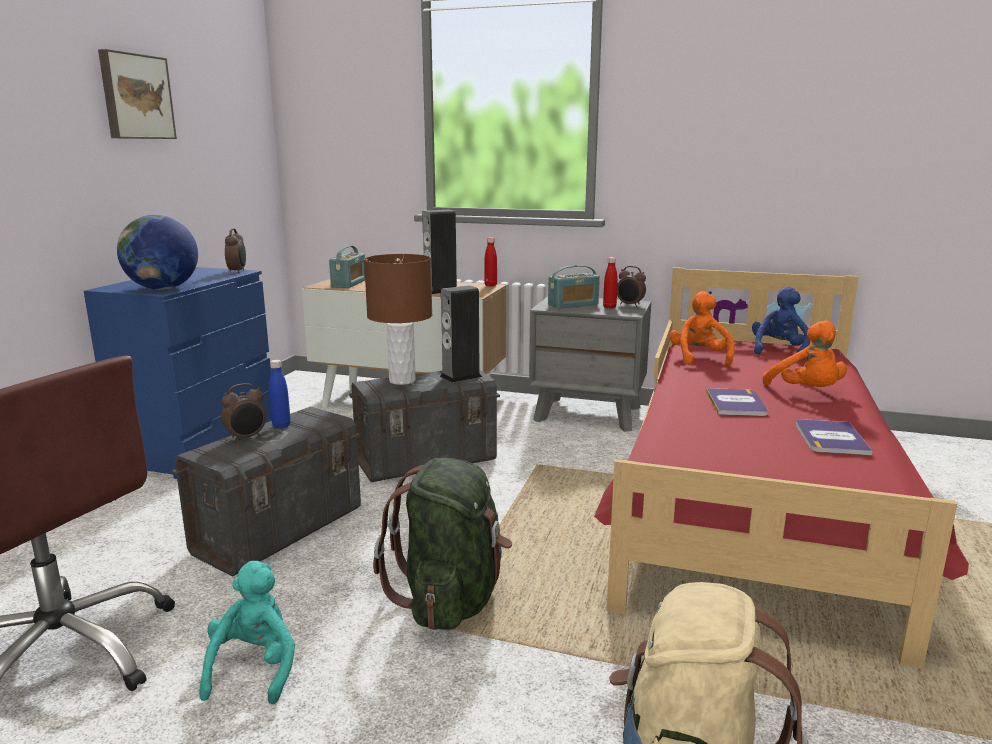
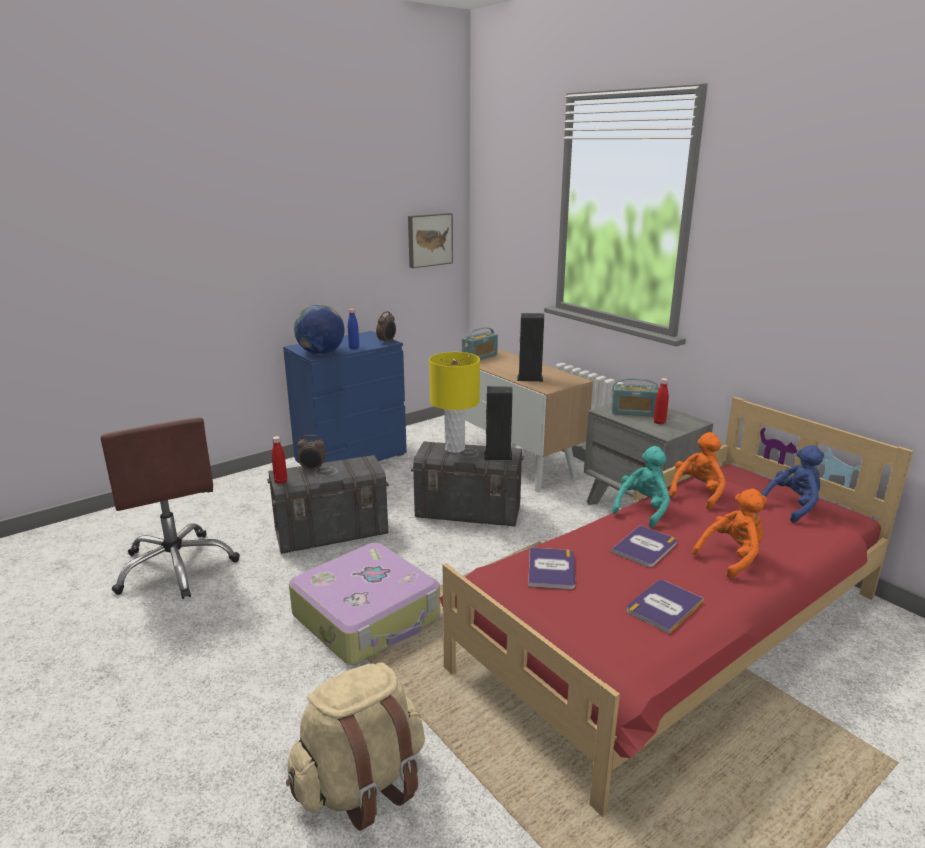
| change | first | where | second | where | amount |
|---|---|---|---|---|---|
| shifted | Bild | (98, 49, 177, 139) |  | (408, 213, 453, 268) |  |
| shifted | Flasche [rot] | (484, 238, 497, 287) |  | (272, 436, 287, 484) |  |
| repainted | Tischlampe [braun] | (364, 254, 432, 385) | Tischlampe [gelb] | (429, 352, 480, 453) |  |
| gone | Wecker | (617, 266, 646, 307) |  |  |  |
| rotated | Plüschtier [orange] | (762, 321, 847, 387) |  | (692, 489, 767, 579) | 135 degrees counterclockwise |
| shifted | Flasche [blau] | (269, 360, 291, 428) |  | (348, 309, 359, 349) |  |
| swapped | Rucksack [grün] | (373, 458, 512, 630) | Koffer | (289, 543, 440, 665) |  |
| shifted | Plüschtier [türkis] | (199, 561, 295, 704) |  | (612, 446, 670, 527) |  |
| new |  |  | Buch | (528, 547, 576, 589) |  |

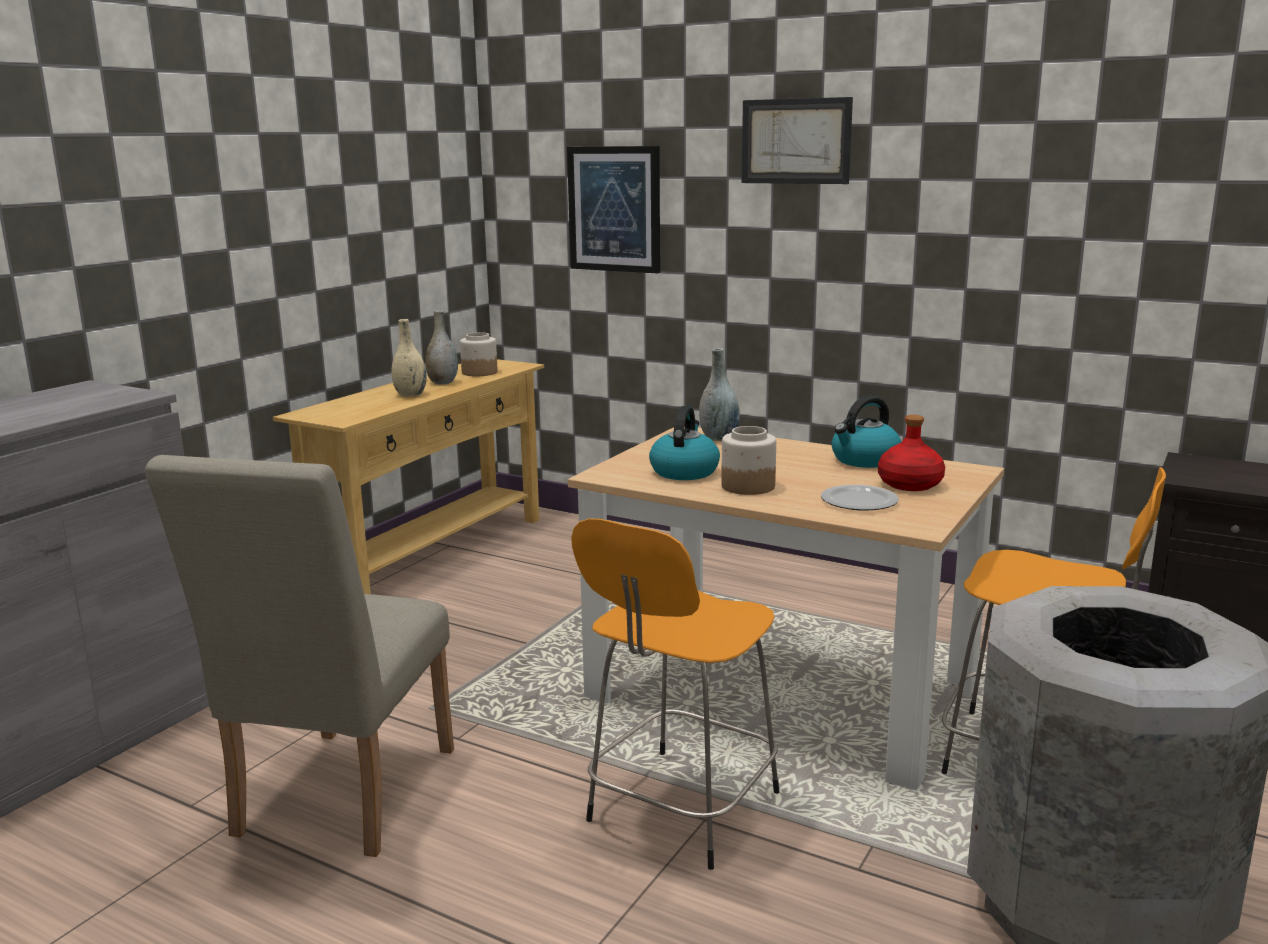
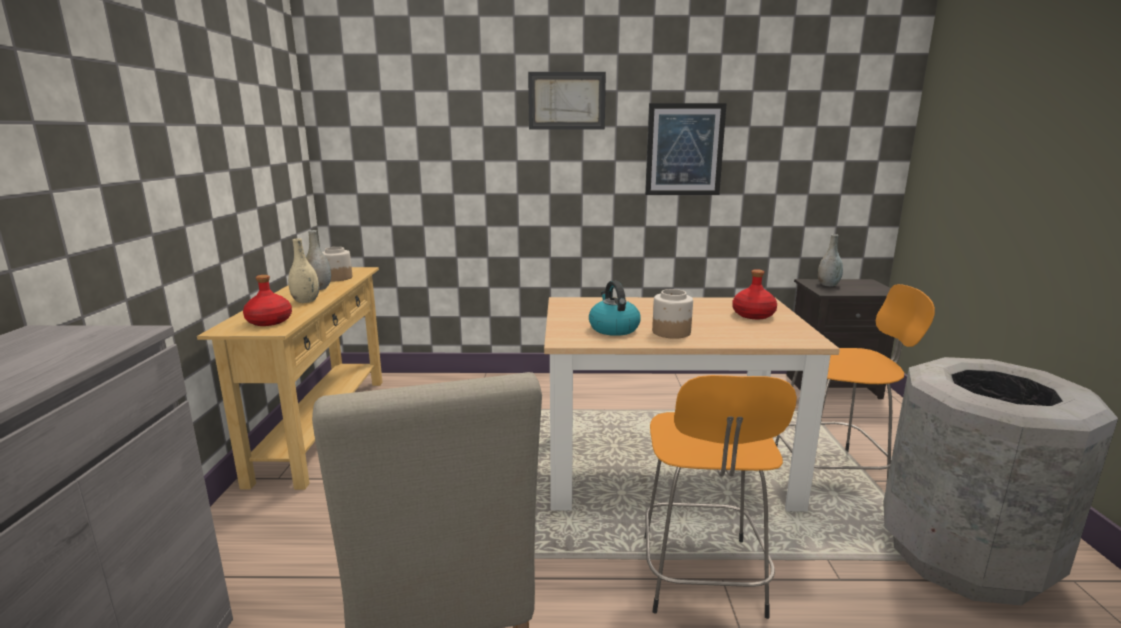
| change | first | where | second | where | amount |
|---|---|---|---|---|---|
| shifted | Bild | (567, 146, 660, 273) |  | (645, 103, 727, 195) |  |
| shifted | Vase [grau] | (699, 348, 740, 441) |  | (818, 234, 843, 286) |  |
| gone | Wasserkessel | (831, 396, 901, 468) |  |  |  |
| gone | Teller | (821, 485, 899, 511) |  |  |  |
| new |  |  | Flasche [rot] | (243, 275, 292, 326) |  |

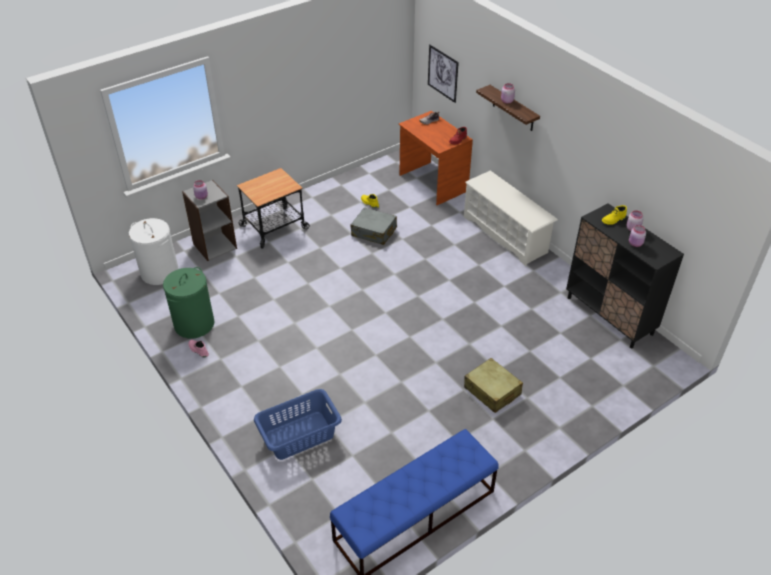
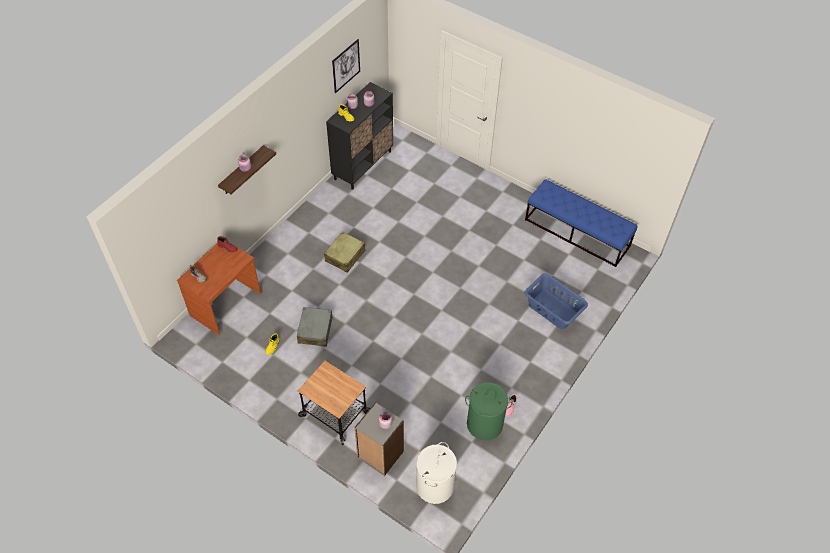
| change | first | where | second | where | amount |
|---|---|---|---|---|---|
| shifted | Bild | (428, 45, 459, 103) |  | (332, 39, 360, 93) |  |
| gone | Schuhregal [weiß] | (464, 171, 558, 266) |  |  |  |
| shifted | Koffer [beige] | (464, 358, 523, 413) |  | (324, 232, 365, 273) |  |

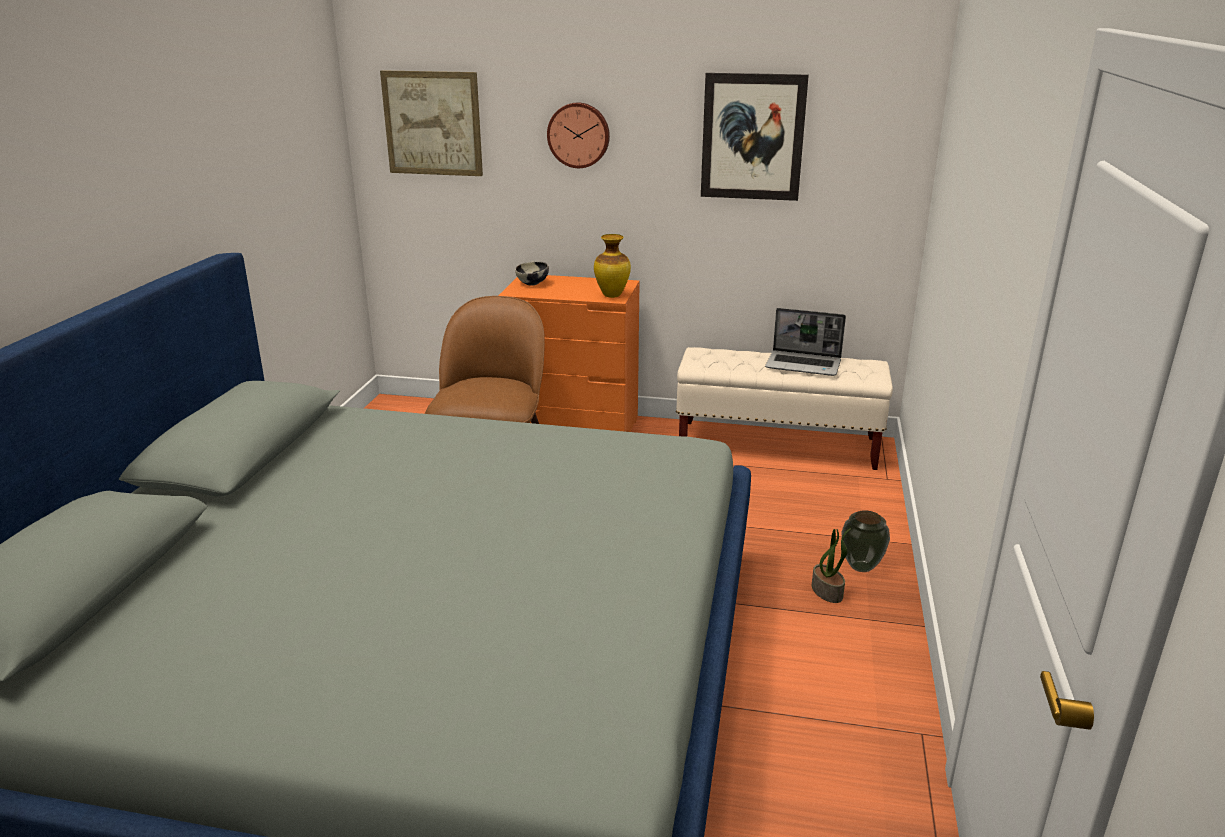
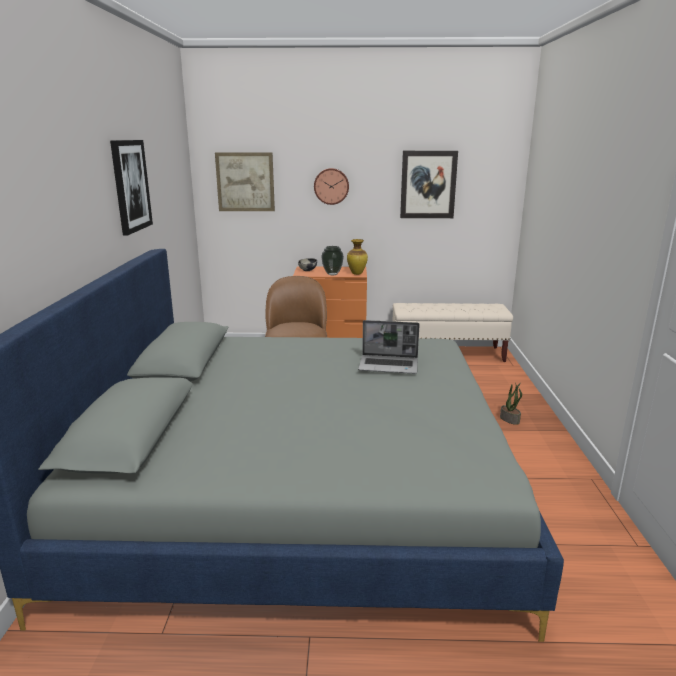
| change | first | where | second | where | amount |
|---|---|---|---|---|---|
| shifted | Laptop | (765, 308, 846, 376) |  | (358, 320, 420, 374) |  |
| shifted | Vase | (841, 510, 890, 572) |  | (321, 246, 344, 275) |  |
| new |  |  | Bild | (110, 140, 153, 235) |  |

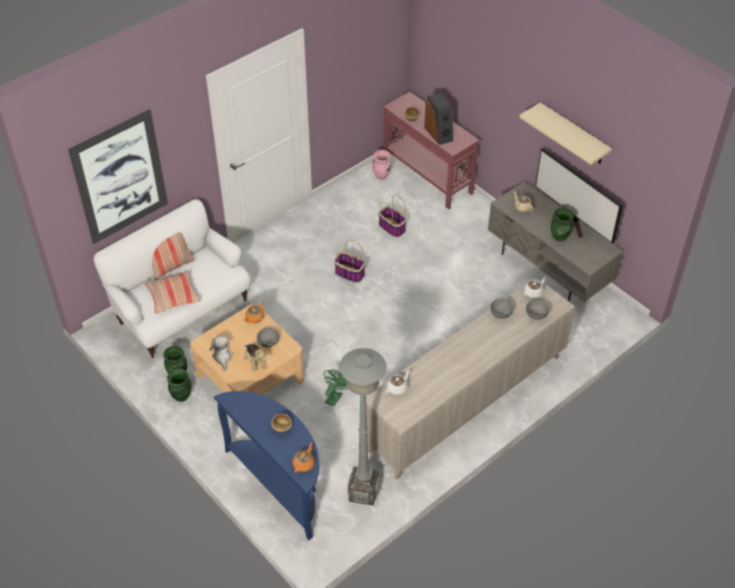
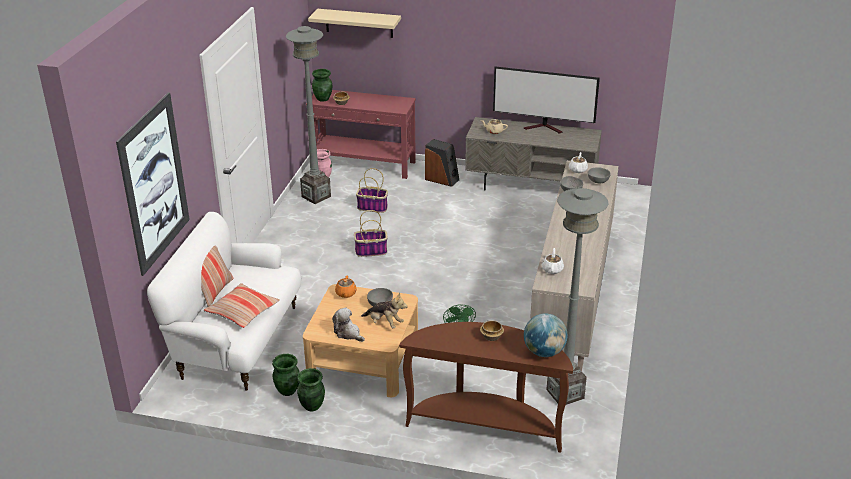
| change | first | where | second | where | amount |
|---|---|---|---|---|---|
| shifted | Lautsprecher | (424, 92, 453, 145) |  | (425, 139, 459, 187) |  |
| shifted | Wandregal [beige] | (520, 102, 612, 165) |  | (308, 9, 401, 38) |  |
| shifted | Vase [grün] | (551, 208, 574, 241) |  | (312, 69, 332, 102) |  |
| repainted | Konsolentisch [blau] | (214, 391, 319, 540) | Konsolentisch [braun] | (399, 322, 573, 453) |  |
| swapped | Teekanne [orange] | (292, 443, 315, 473) | Globus | (524, 314, 567, 357) |  |
| new |  |  | Stehlampe [grau] | (286, 26, 331, 204) |  |

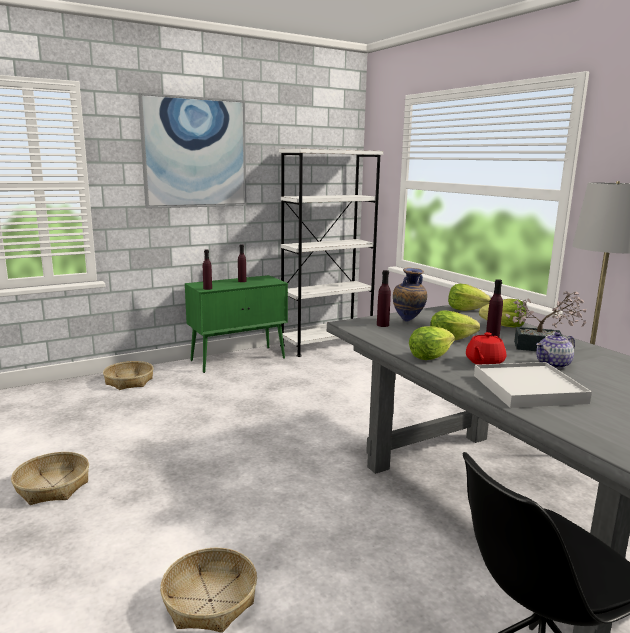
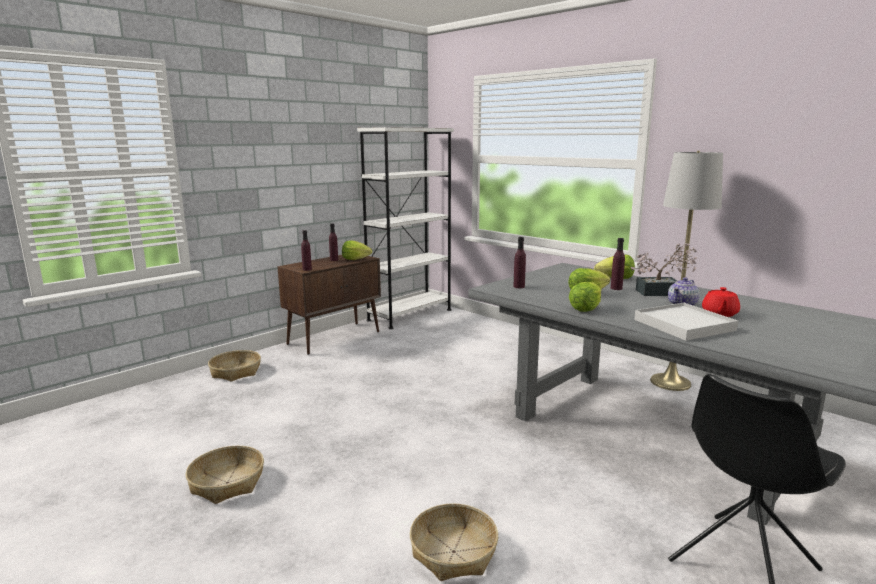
| change | first | where | second | where | amount |
|---|---|---|---|---|---|
| gone | Bild | (138, 93, 247, 209) |  |  |  |
| gone | Vase | (393, 267, 427, 322) |  |  |  |
| repainted | Schrank [grün] | (185, 275, 288, 373) | Schrank [braun] | (277, 255, 381, 355) |  |
| shifted | Salatkopf | (448, 284, 491, 311) |  | (342, 241, 372, 260) |  |
| shifted | Teekanne [rot] | (466, 332, 506, 365) |  | (702, 287, 740, 317) |  |

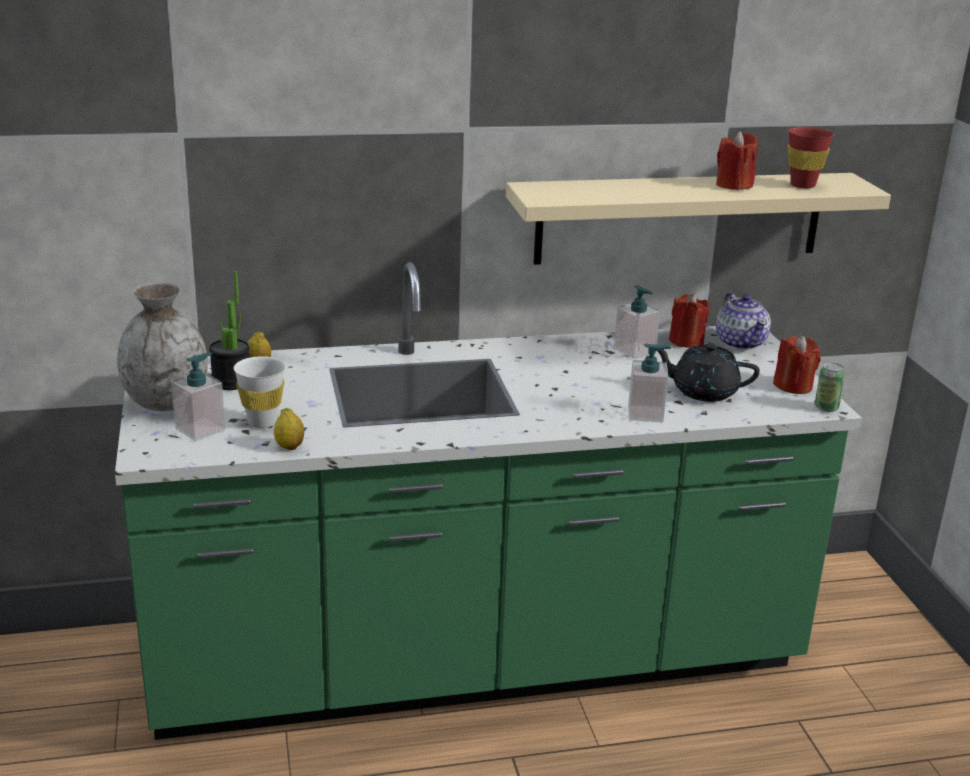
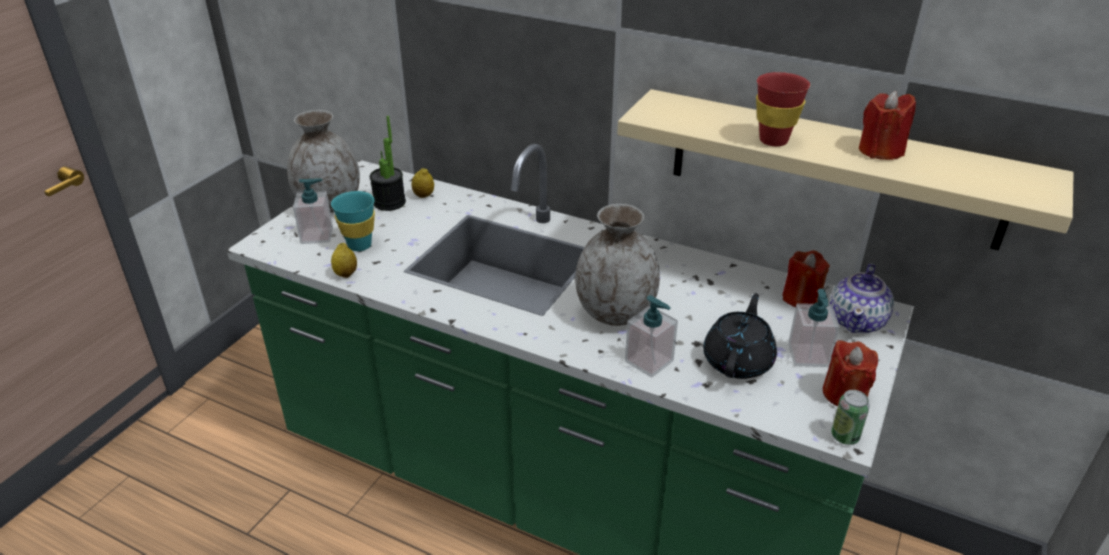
| change | first | where | second | where | amount |
|---|---|---|---|---|---|
| shifted | Tasse [rot] | (788, 127, 834, 188) |  | (756, 72, 810, 146) |  |
| shifted | Seifenspender | (614, 285, 660, 359) |  | (788, 289, 840, 367) |  |
| rotated | Teekanne [schwarz] | (657, 343, 760, 402) |  | (703, 293, 777, 379) | 60 degrees clockwise |
| repainted | Tasse [weiß] | (234, 356, 285, 428) | Tasse [türkis] | (331, 191, 375, 251) |  |
| new |  |  | Vase [grau] | (575, 204, 660, 326) |  |

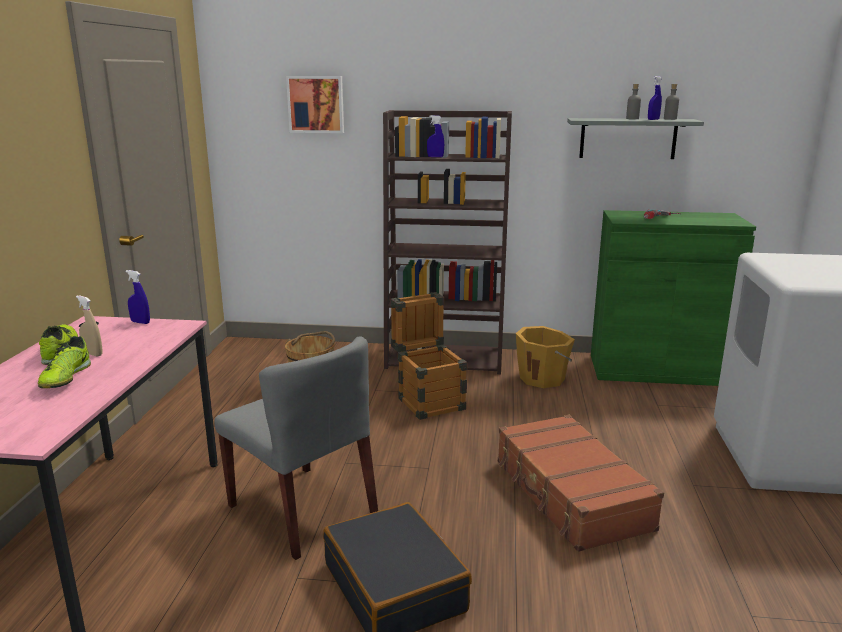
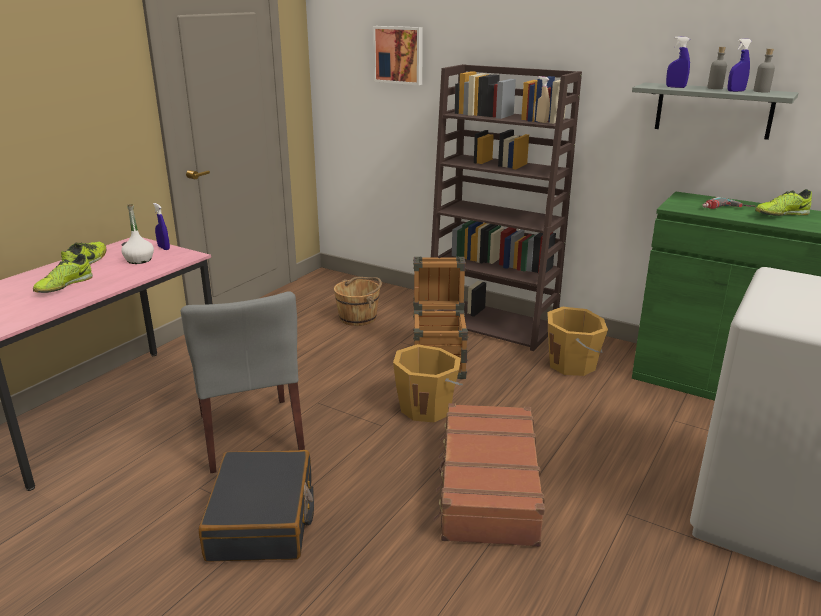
| change | first | where | second | where | amount |
|---|---|---|---|---|---|
| shifted | Sprühflasche [blau] | (427, 115, 444, 157) |  | (666, 36, 690, 88) |  |
| shifted | Sprühflasche [beige] | (76, 295, 103, 357) |  | (534, 76, 550, 123) |  |
| new |  |  | Schuh | (755, 189, 812, 216) |  |
| new |  |  | Flasche [weiß] | (121, 204, 154, 264) |  |
| new |  |  | Eimer [orange] | (393, 344, 463, 422) |  |

